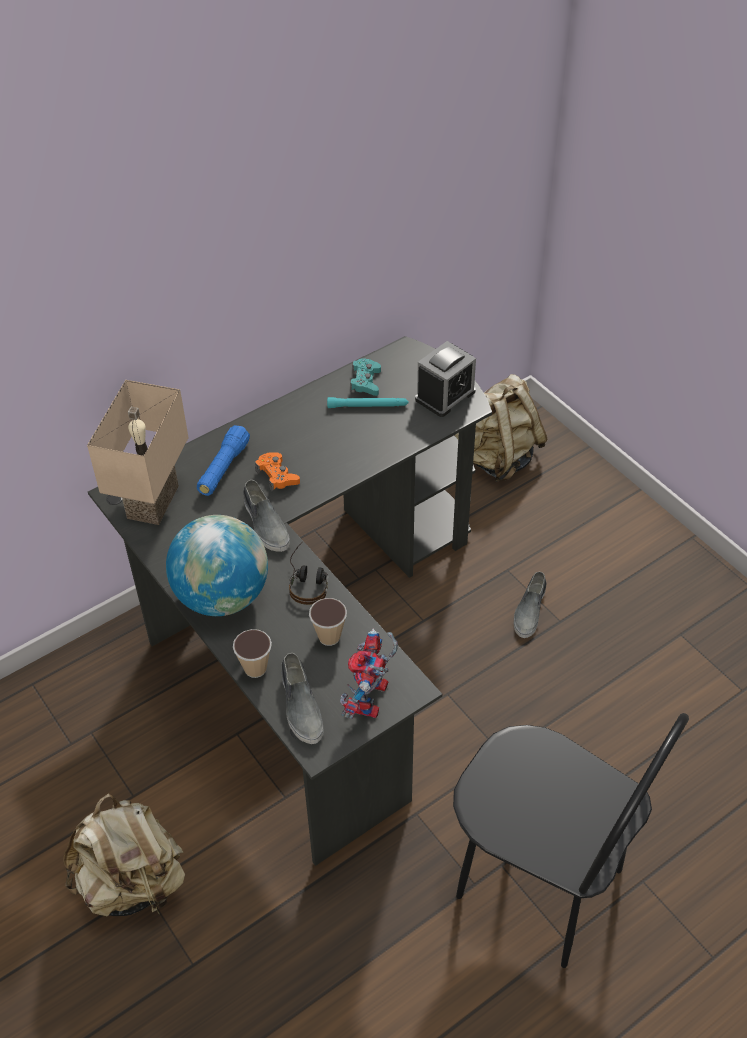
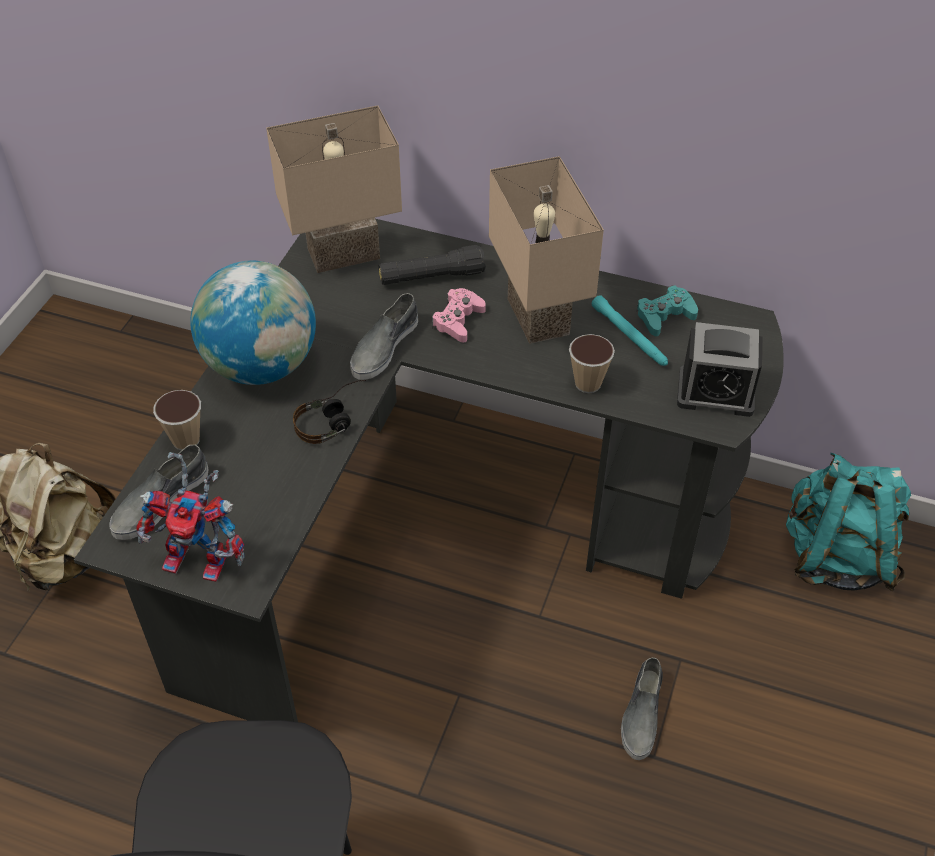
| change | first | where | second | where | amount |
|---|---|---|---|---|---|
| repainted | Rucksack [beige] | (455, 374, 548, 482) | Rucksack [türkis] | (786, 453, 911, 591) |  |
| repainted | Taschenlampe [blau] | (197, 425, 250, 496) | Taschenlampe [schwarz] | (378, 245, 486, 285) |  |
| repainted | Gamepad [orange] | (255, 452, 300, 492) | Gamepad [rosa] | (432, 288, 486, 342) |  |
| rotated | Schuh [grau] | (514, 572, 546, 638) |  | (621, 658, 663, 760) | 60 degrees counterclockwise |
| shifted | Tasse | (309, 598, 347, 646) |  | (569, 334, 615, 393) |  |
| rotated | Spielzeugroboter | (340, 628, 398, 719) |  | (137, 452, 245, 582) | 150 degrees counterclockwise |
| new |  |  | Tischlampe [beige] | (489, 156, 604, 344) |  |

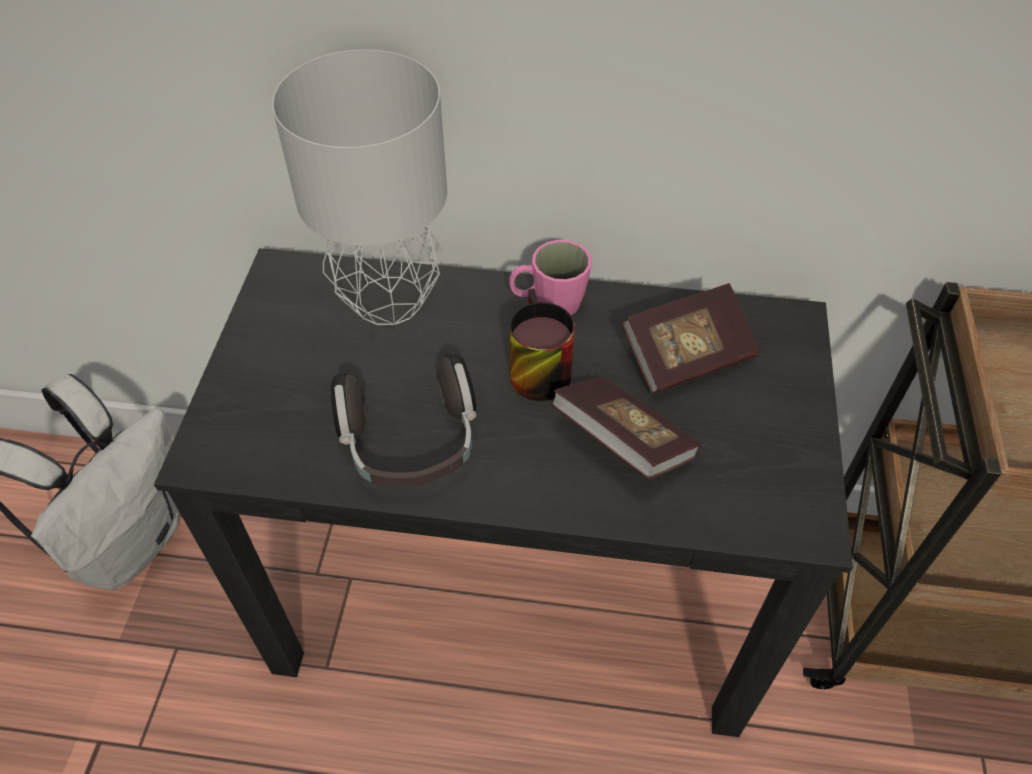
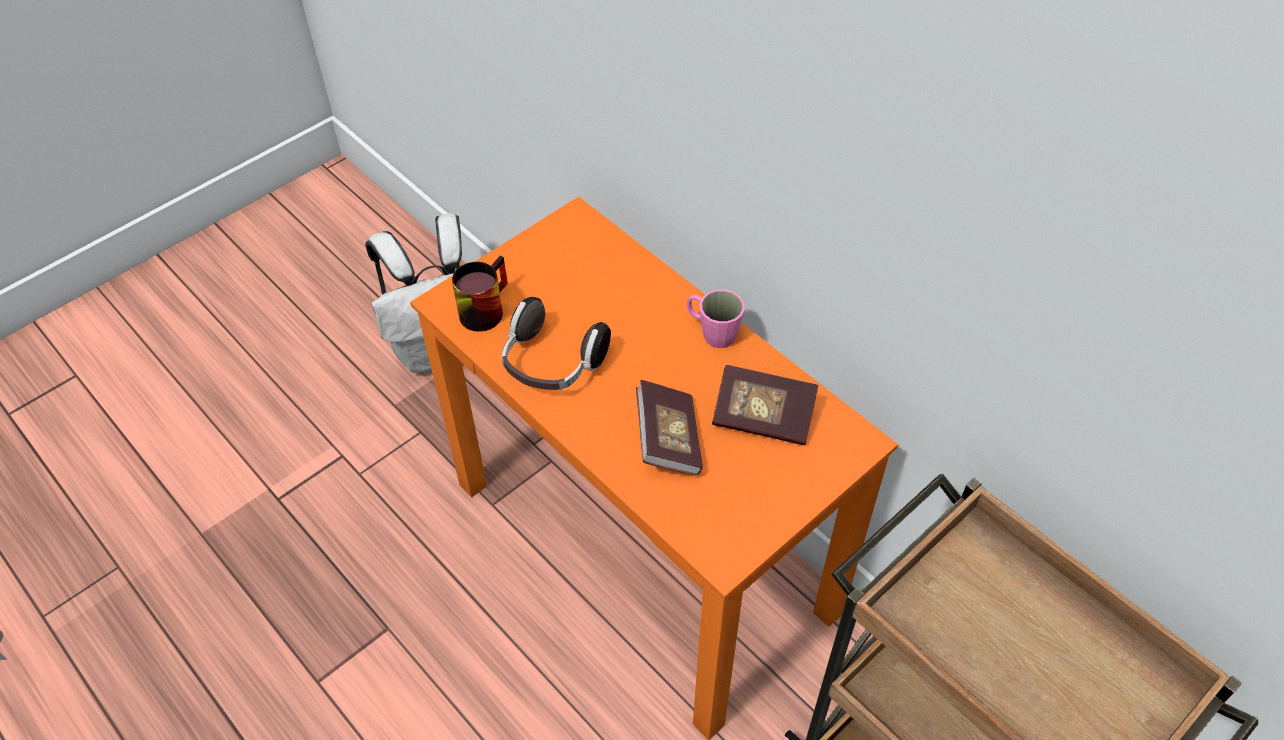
| change | first | where | second | where | amount |
|---|---|---|---|---|---|
| gone | Tischlampe [grau] | (272, 50, 447, 325) |  |  |  |
| repainted | Schreibtisch [schwarz] | (154, 248, 853, 737) | Schreibtisch [orange] | (410, 197, 898, 740) |  |
| shifted | Henkelbecher | (510, 288, 575, 401) |  | (452, 256, 508, 332) |  |

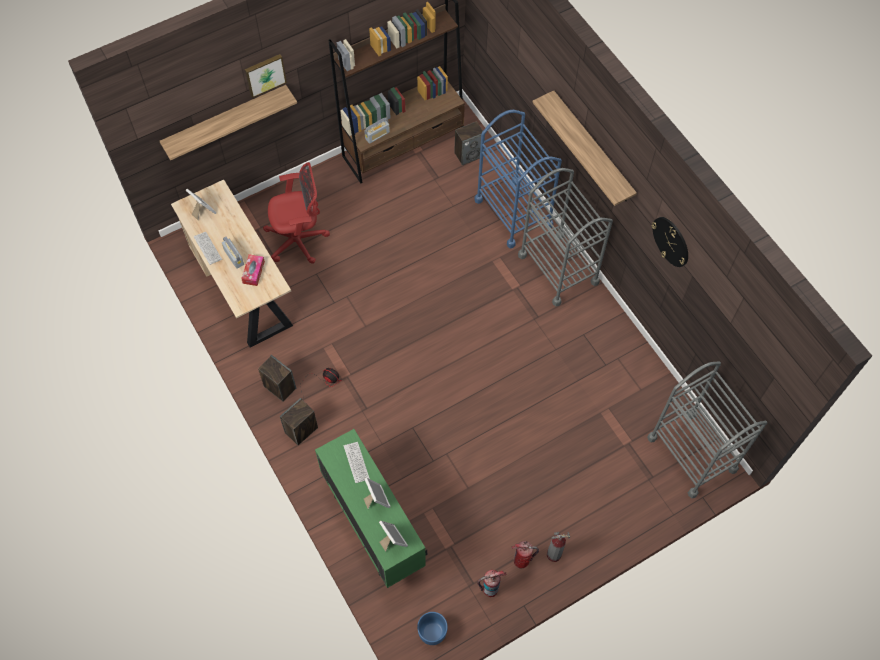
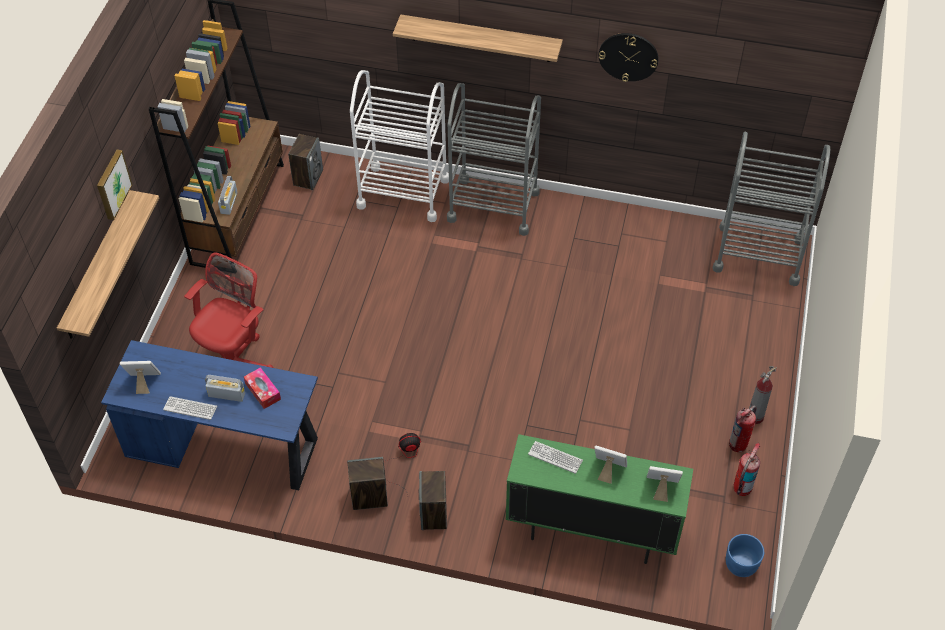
| change | first | where | second | where | amount |
|---|---|---|---|---|---|
| repainted | Rollwagen [blau] | (474, 110, 562, 248) | Rollwagen [weiß] | (350, 70, 449, 222) |  |
| repainted | Schreibtisch [beige] | (171, 180, 293, 348) | Schreibtisch [blau] | (101, 340, 318, 490) |  |

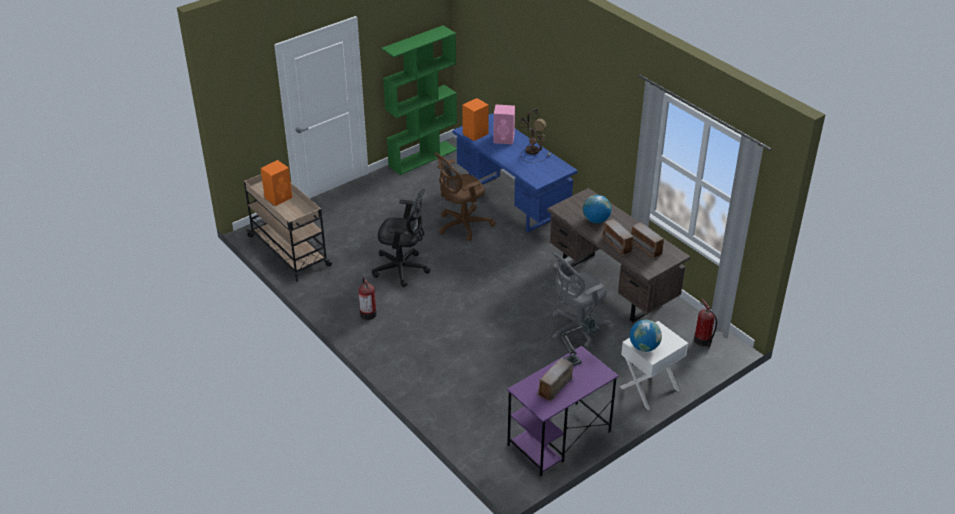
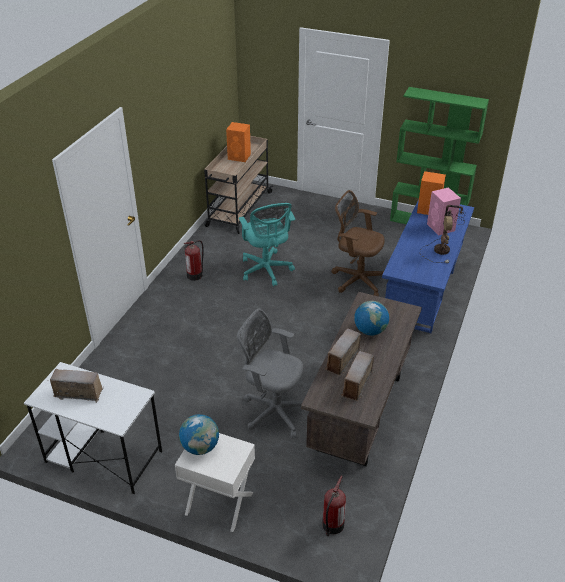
| change | first | where | second | where | amount |
|---|---|---|---|---|---|
| repainted | Bürostuhl [schwarz] | (372, 189, 431, 287) | Bürostuhl [türkis] | (239, 203, 295, 286) |  |
| gone | Tischlampe | (560, 315, 600, 366) |  |  |  |
| repainted | Schreibtisch [lila] | (507, 346, 619, 477) | Schreibtisch [weiß] | (24, 362, 162, 494) |  |

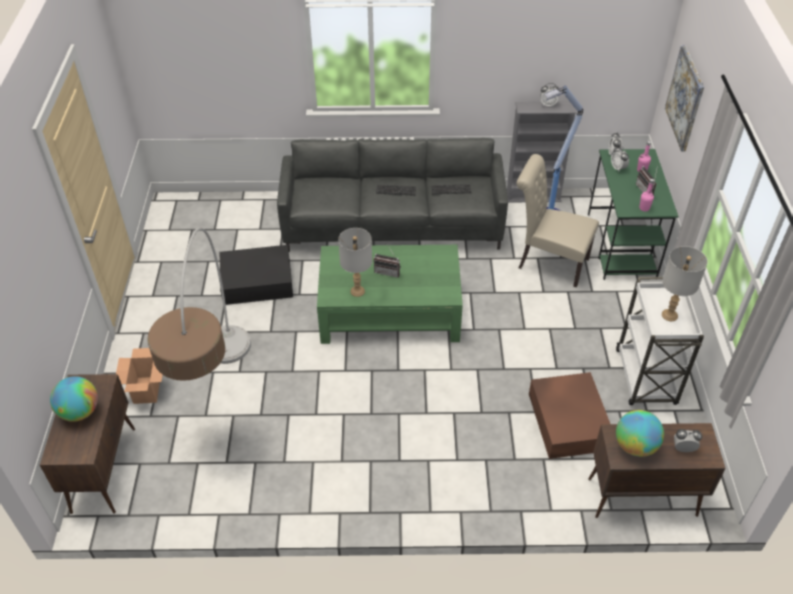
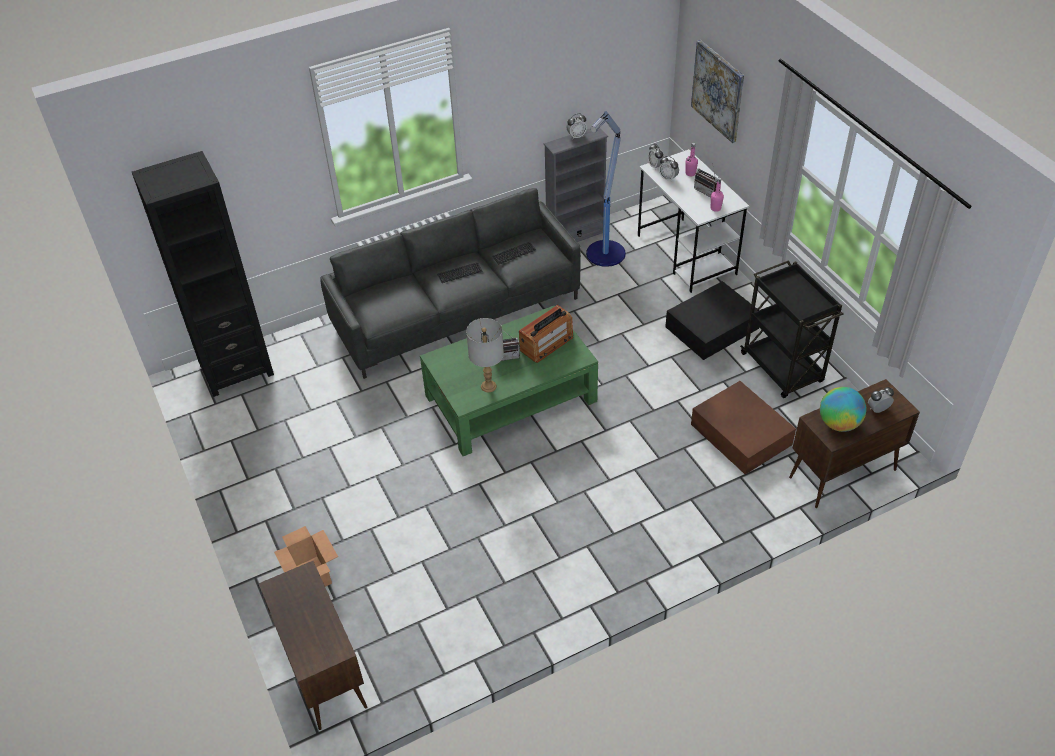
| change | first | where | second | where | amount |
|---|---|---|---|---|---|
| repainted | Schreibtisch [grün] | (588, 149, 679, 280) | Schreibtisch [weiß] | (638, 149, 749, 293) |  |
| gone | Stuhl [beige] | (516, 154, 599, 287) |  |  |  |
| gone | Stehlampe | (147, 228, 251, 381) |  |  |  |
| shifted | Aufbewahrungsbox [schwarz] | (220, 245, 293, 305) |  | (665, 281, 759, 360) |  |
| gone | Tischlampe [grau] | (662, 246, 708, 321) |  |  |  |
| repainted | Rollwagen [weiß] | (616, 277, 704, 405) | Rollwagen [schwarz] | (740, 260, 844, 398) |  |
| gone | Globus | (50, 376, 98, 422) |  |  |  |
| new |  |  | Bücherregal [schwarz] | (132, 151, 274, 397) |  |
| new |  |  | Radio | (519, 305, 573, 363) |  |

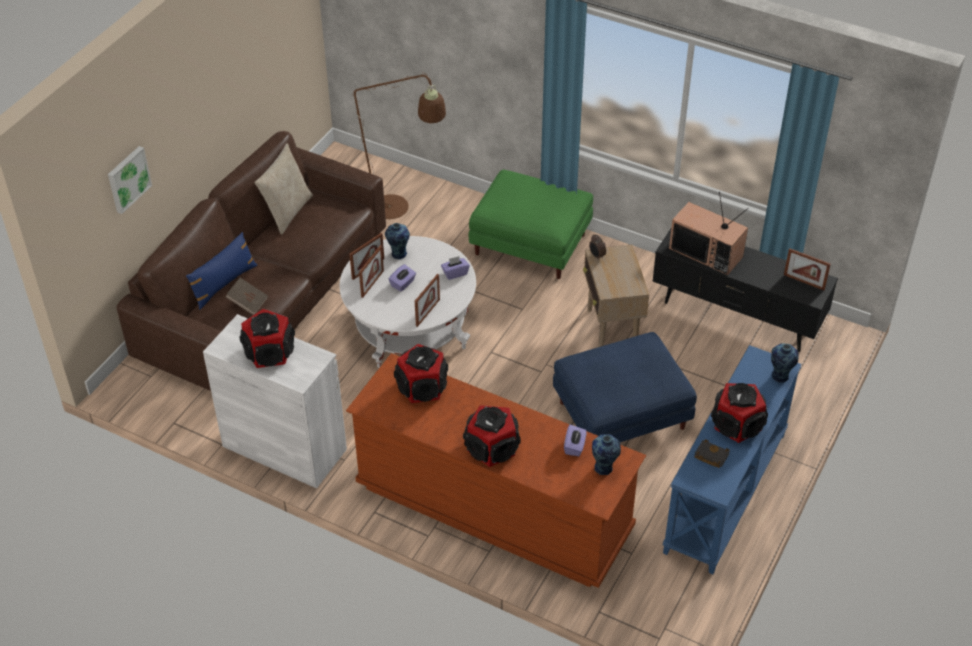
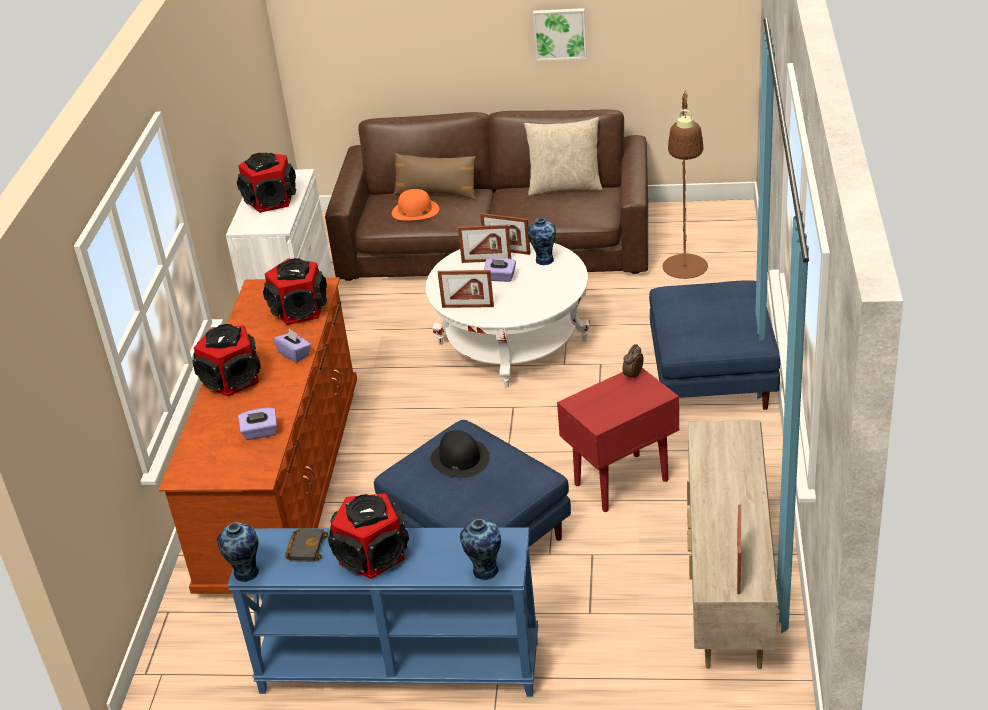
| change | first | where | second | where | amount |
|---|---|---|---|---|---|
| shifted | Bild | (108, 146, 152, 214) |  | (533, 8, 587, 61) |  |
| repainted | Polsterhocker [grün] | (469, 170, 593, 279) | Polsterhocker [blau] | (649, 280, 780, 410) |  |
| gone | Fernseher | (669, 192, 749, 275) |  |  |  |
| repainted | Fernsehschrank [schwarz] | (653, 229, 838, 352) | Fernsehschrank [beige] | (687, 420, 779, 669) |  |
| repainted | Kissen [blau] | (186, 232, 257, 310) | Kissen [braun] | (394, 153, 476, 200) |  |
| repainted | Beistelltisch [beige] | (583, 244, 649, 347) | Beistelltisch [rot] | (557, 368, 679, 512) |  |
| shifted | Taschentuchbox [lila] | (441, 256, 470, 280) |  | (273, 329, 311, 363) |  |
| swapped | Buch [braun] | (226, 278, 268, 315) | Hut [orange] | (392, 189, 439, 221) |  |
| shifted | Vase | (592, 434, 621, 475) |  | (217, 522, 259, 582) |  |
| new |  |  | Hut [schwarz] | (431, 430, 489, 478) |  |

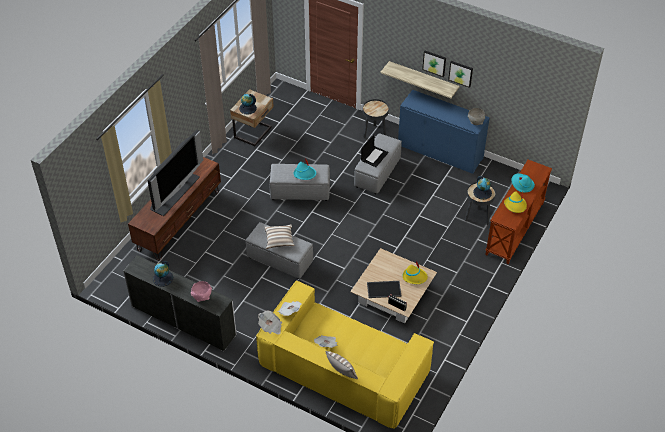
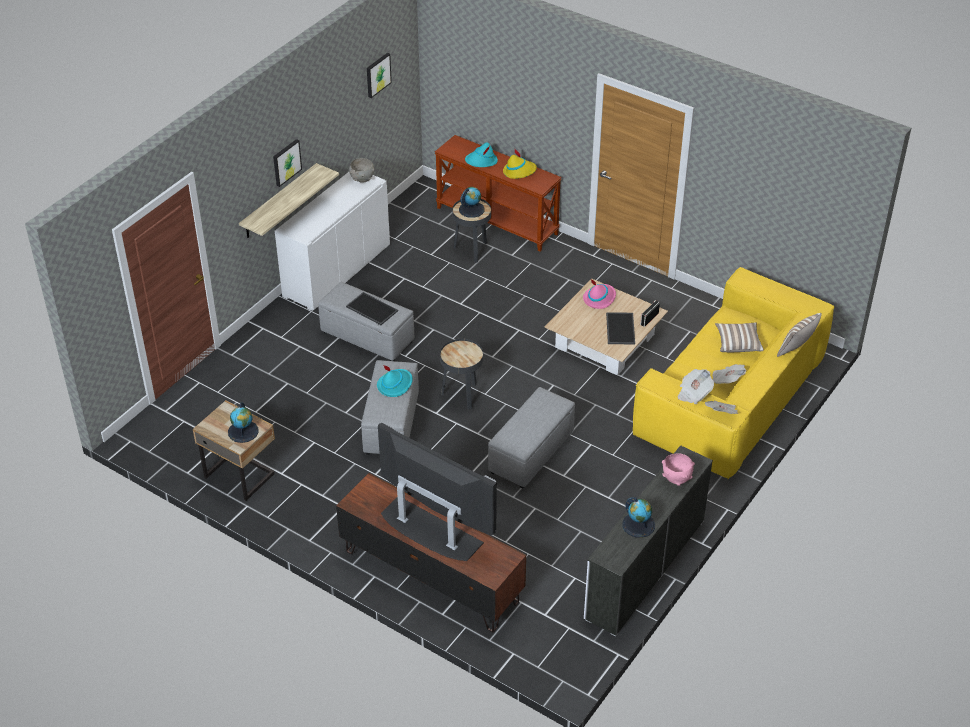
| change | first | where | second | where | amount |
|---|---|---|---|---|---|
| shifted | Bild | (448, 61, 473, 88) |  | (367, 53, 392, 98) |  |
| repainted | Schrank [blau] | (398, 90, 490, 174) | Schrank [weiß] | (275, 172, 390, 311) |  |
| shifted | Beistelltisch [schwarz] | (363, 99, 389, 138) |  | (440, 339, 483, 410) |  |
| swapped | Laptop | (361, 134, 388, 167) | Tablett | (346, 292, 398, 325) |  |
| shifted | Kissen | (264, 224, 295, 249) |  | (715, 322, 764, 352) |  |
| repainted | Hut [gelb] | (402, 261, 428, 284) | Hut [rosa] | (583, 279, 616, 309) |  |

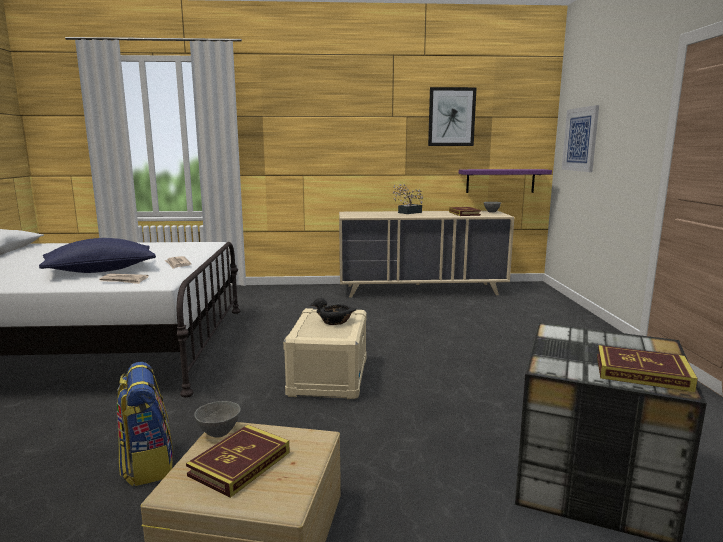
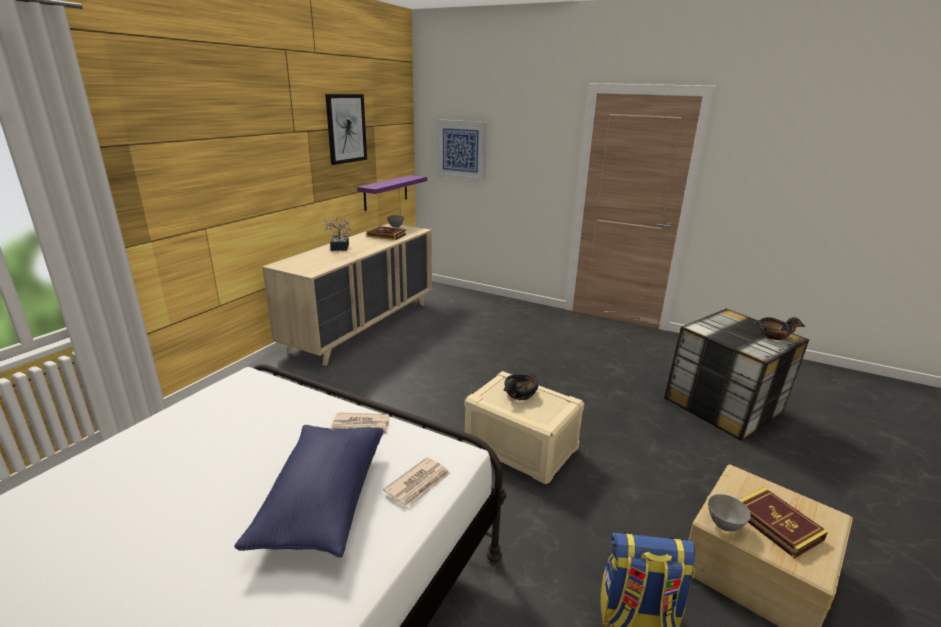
| change | first | where | second | where | amount |
|---|---|---|---|---|---|
| swapped | Buch | (597, 345, 698, 392) | Schüssel [schwarz] | (754, 317, 805, 340) |  |

